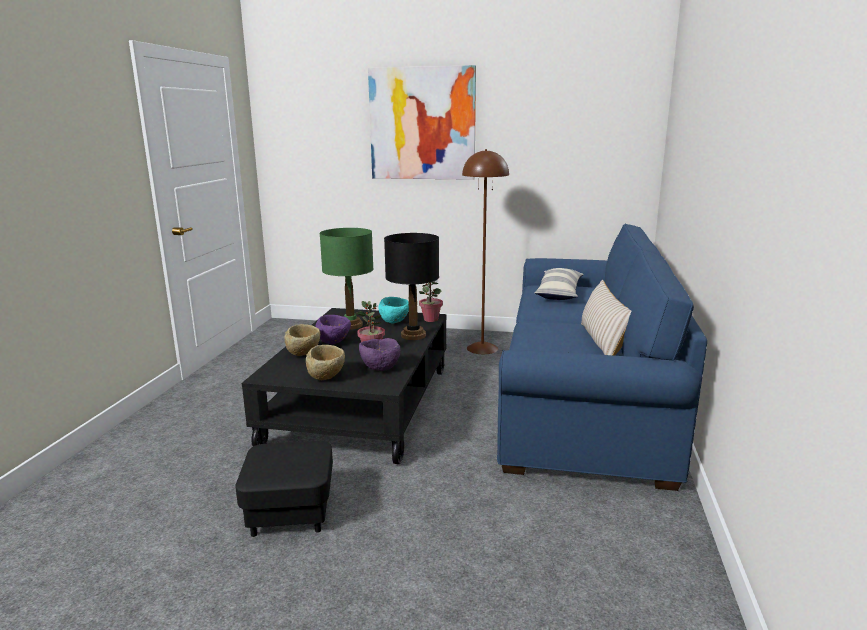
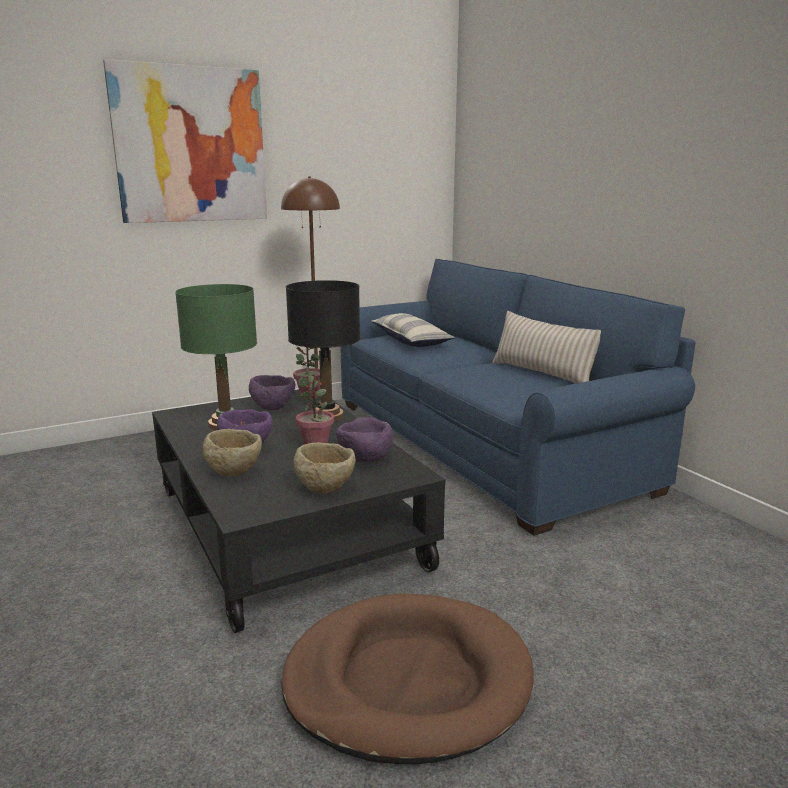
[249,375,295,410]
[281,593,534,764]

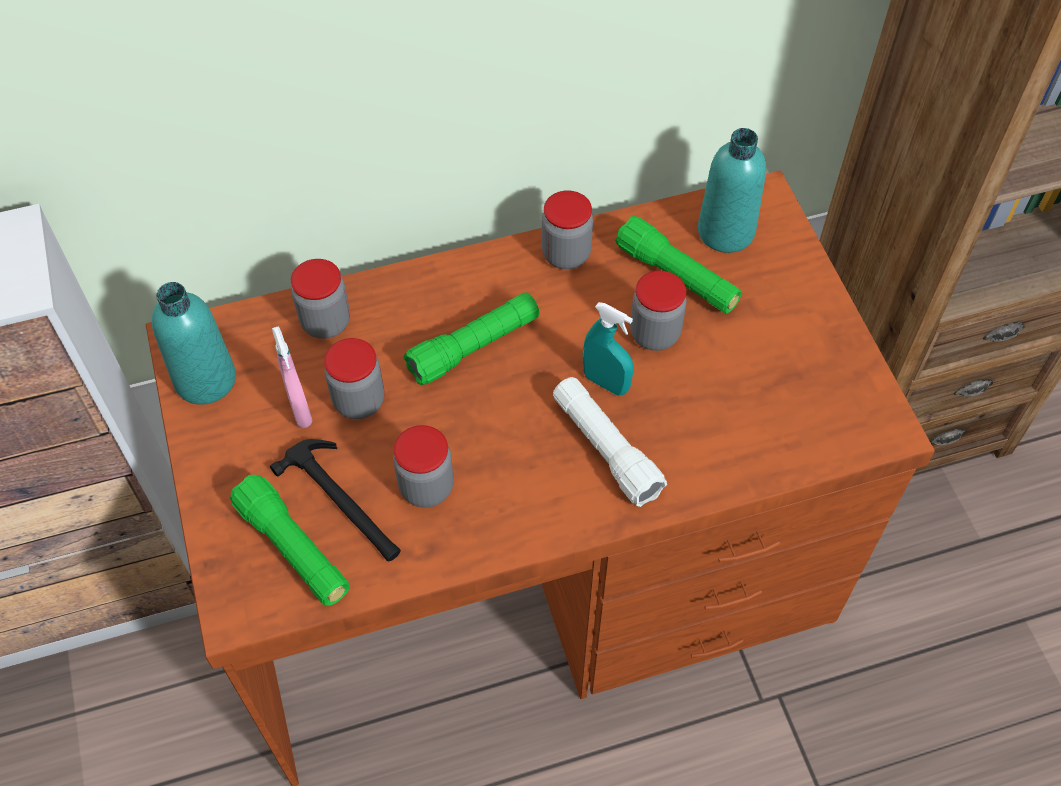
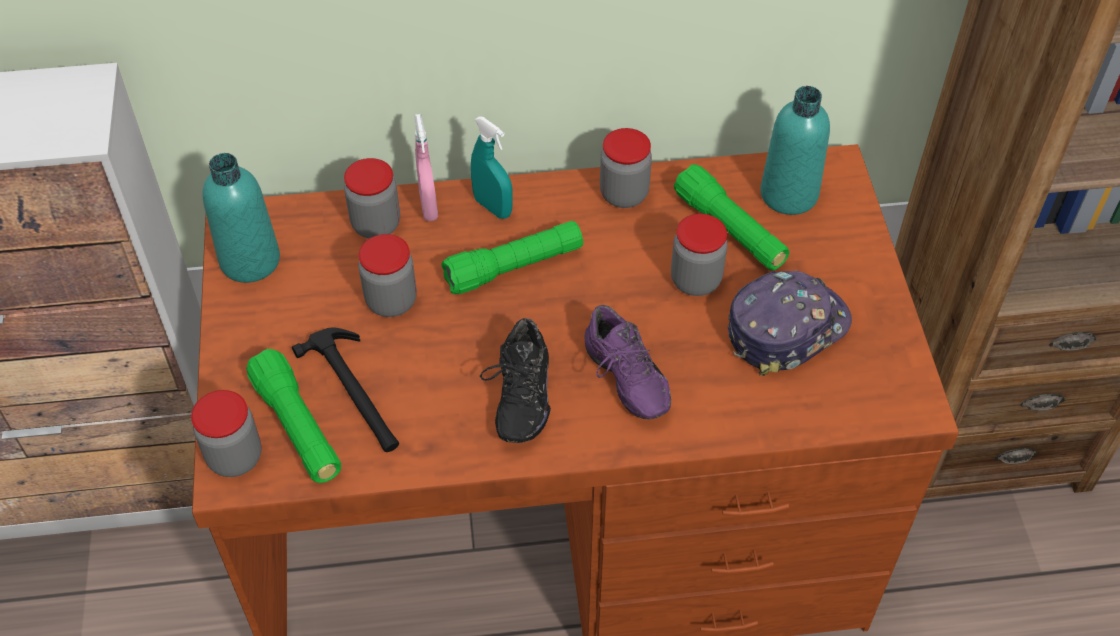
[191,390,261,477]
[415,114,438,221]
[471,116,513,219]
[480,318,551,443]
[585,305,671,419]
[727,270,852,376]

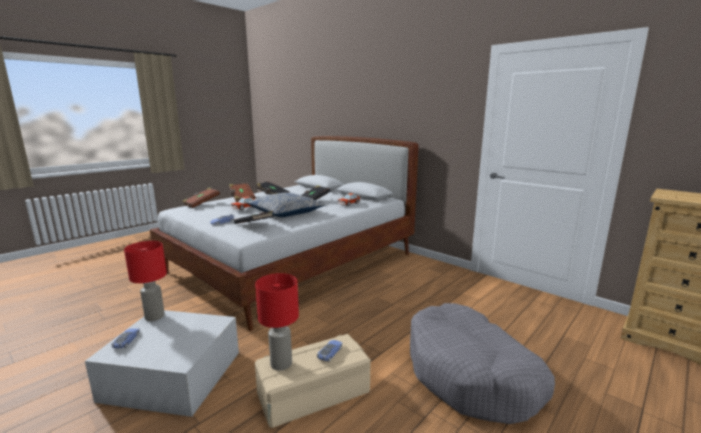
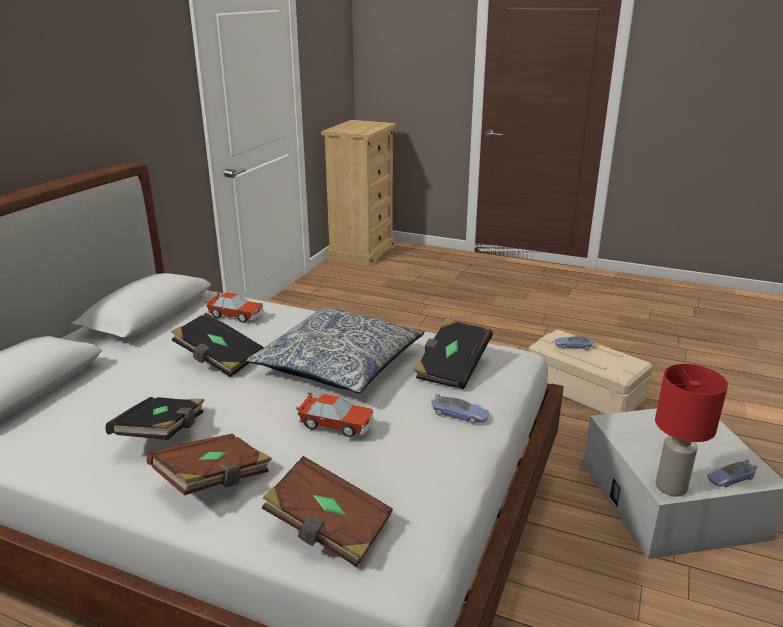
[255,273,299,371] (first image)
[410,303,555,424] (first image)

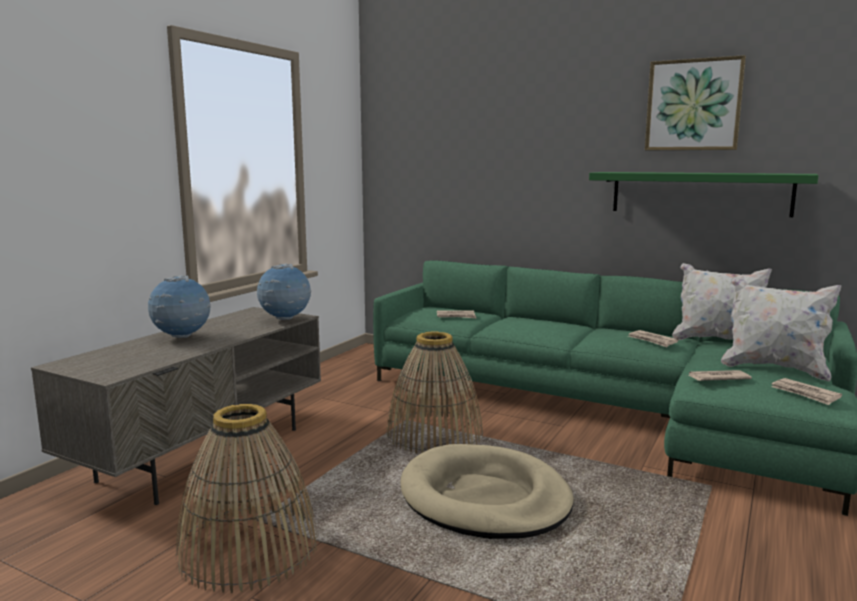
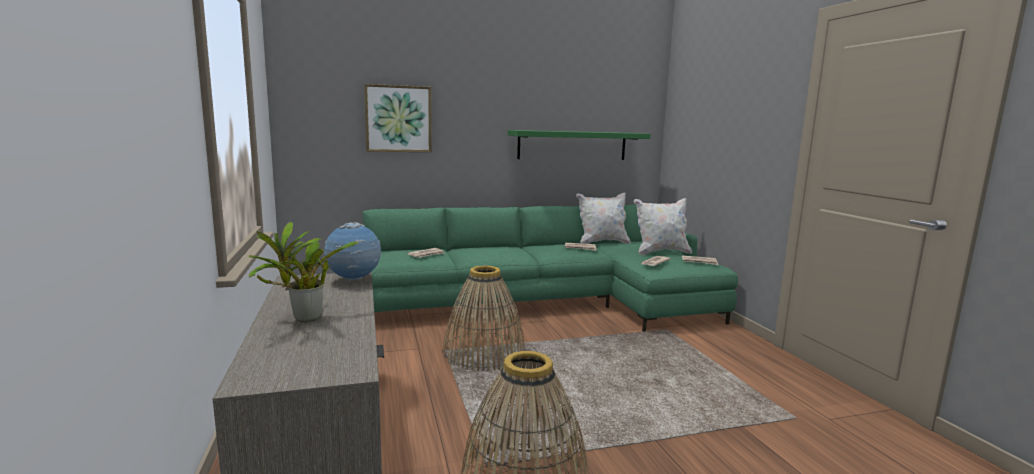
[248,222,358,322]
[364,84,432,152]
[400,444,574,539] (first image)

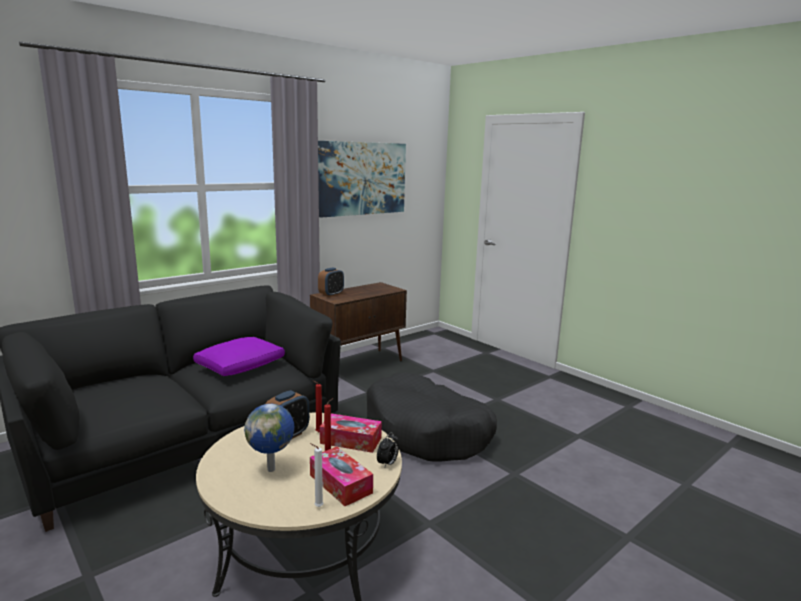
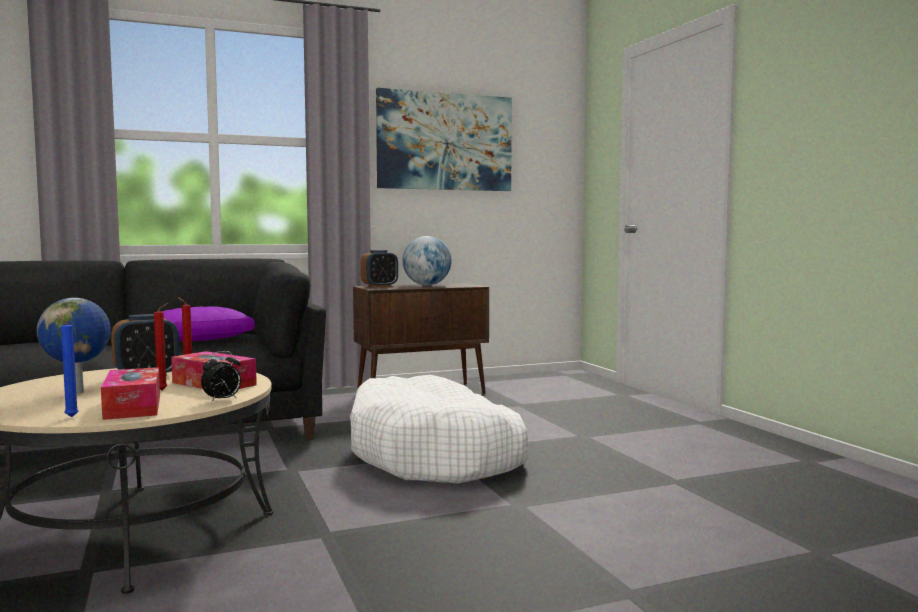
[56,315,79,417]
[350,375,528,483]
[403,236,452,285]

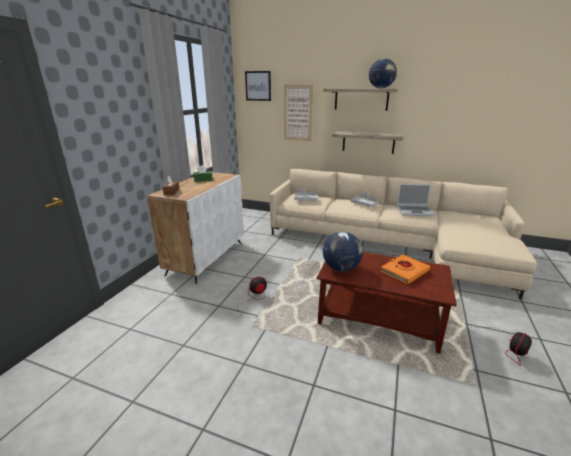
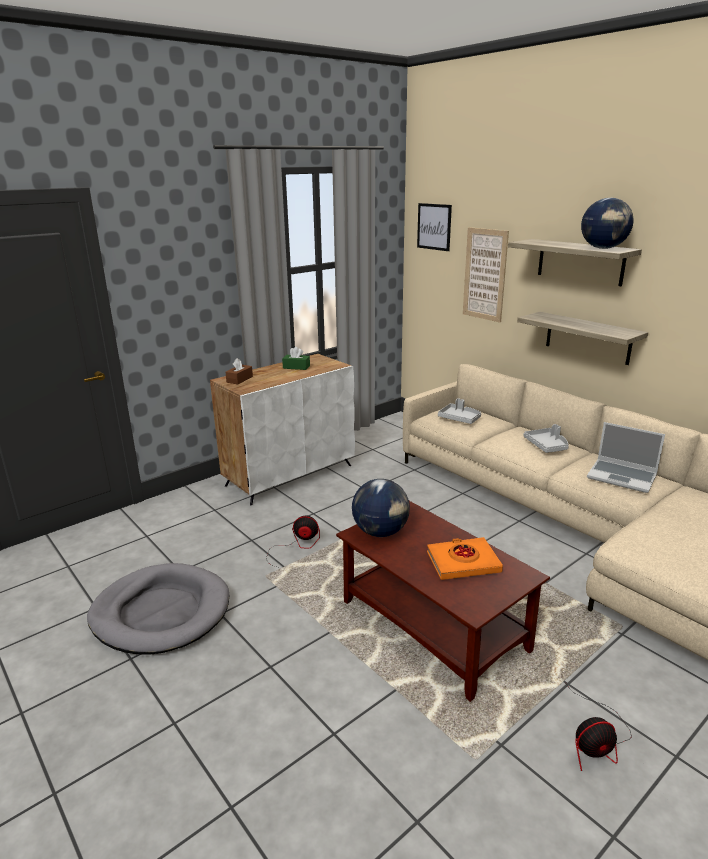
[87,563,229,655]

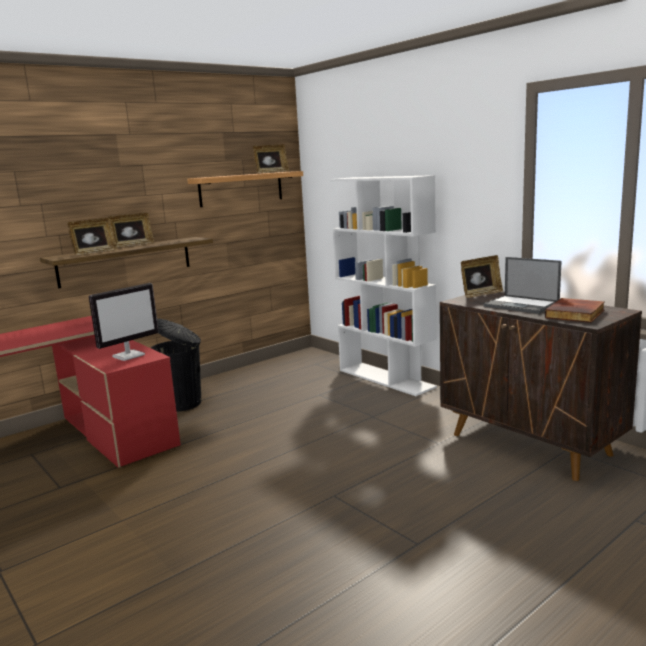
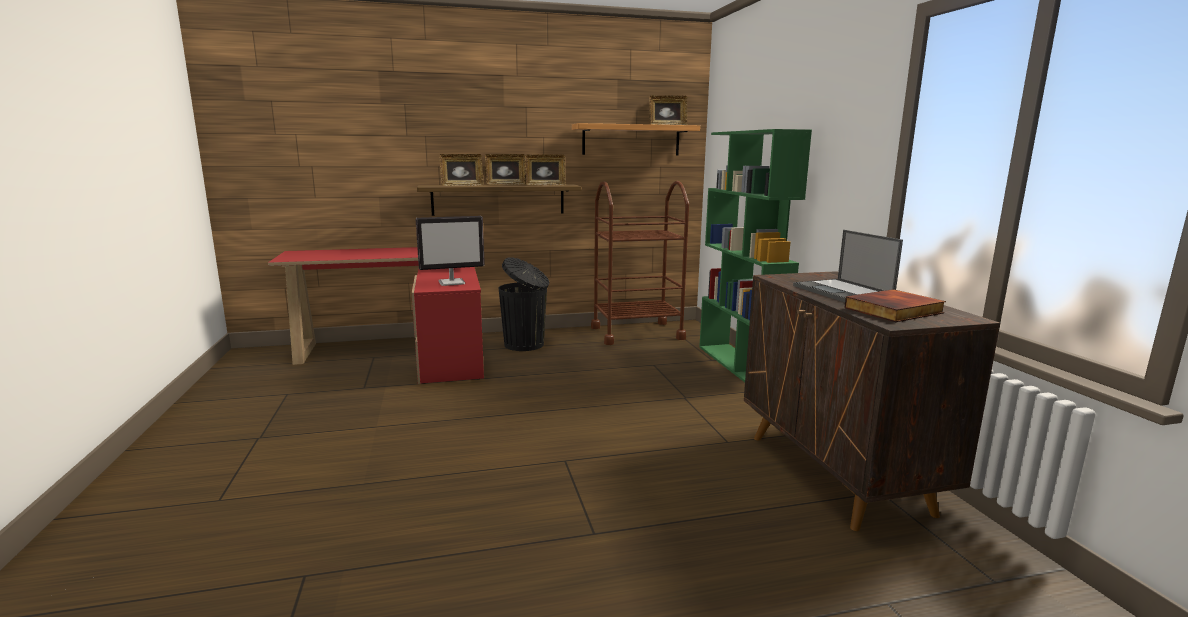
[525,154,566,186]
[591,181,689,345]
[699,129,812,382]

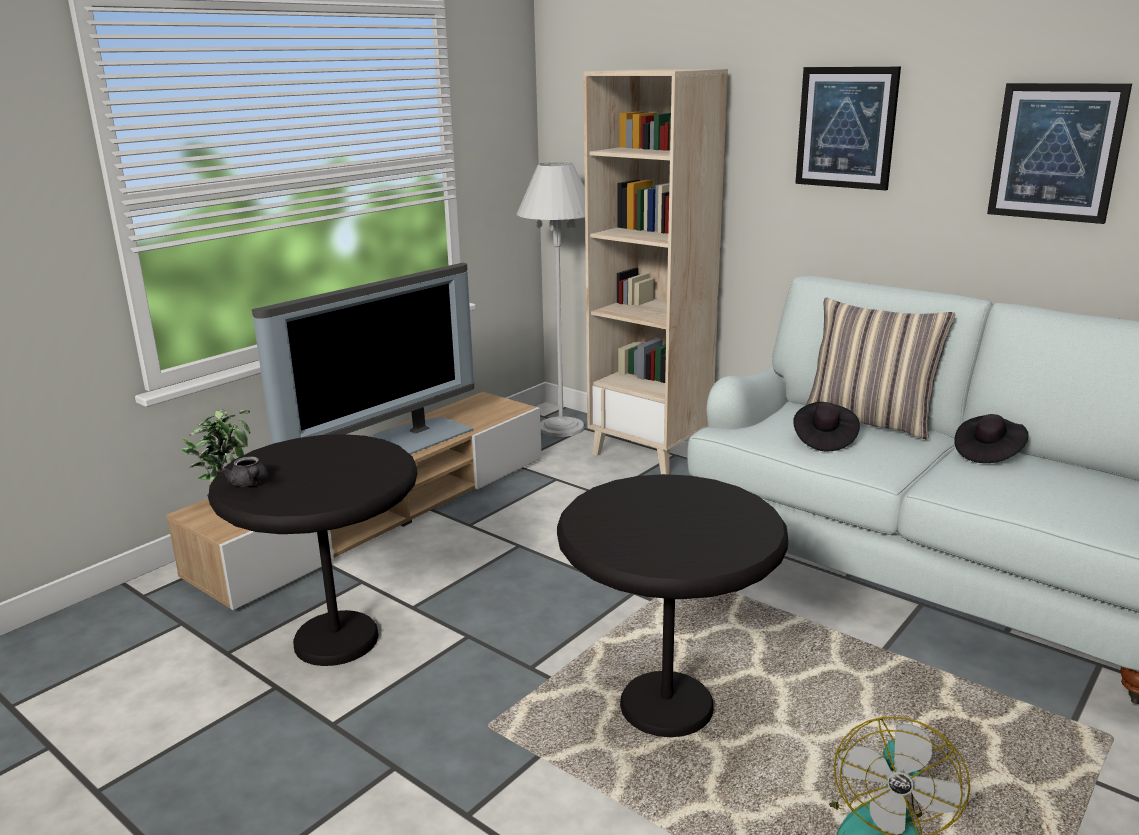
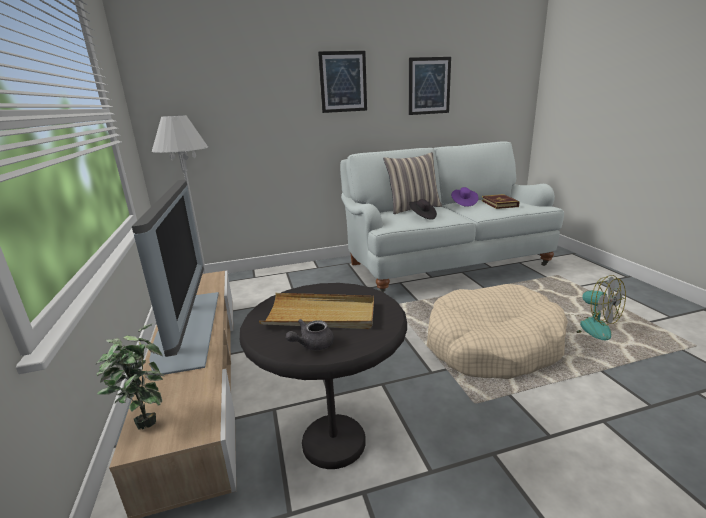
[259,293,374,329]
[286,319,334,350]
[427,284,568,379]
[451,187,479,207]
[482,194,520,209]
[583,69,728,475] (first image)

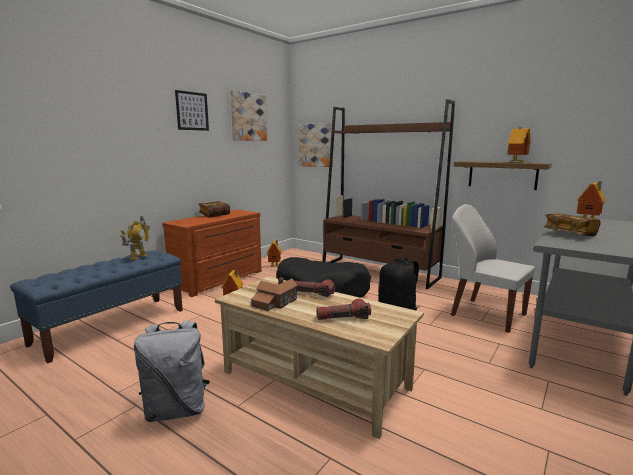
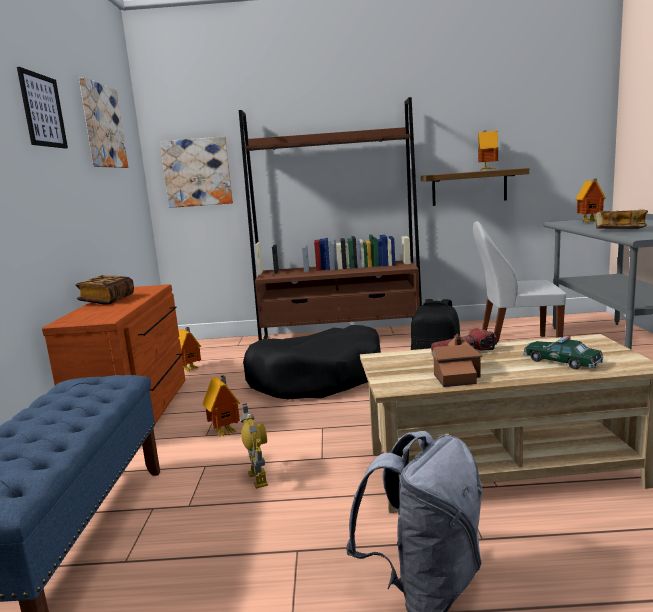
[241,403,268,489]
[523,335,604,369]

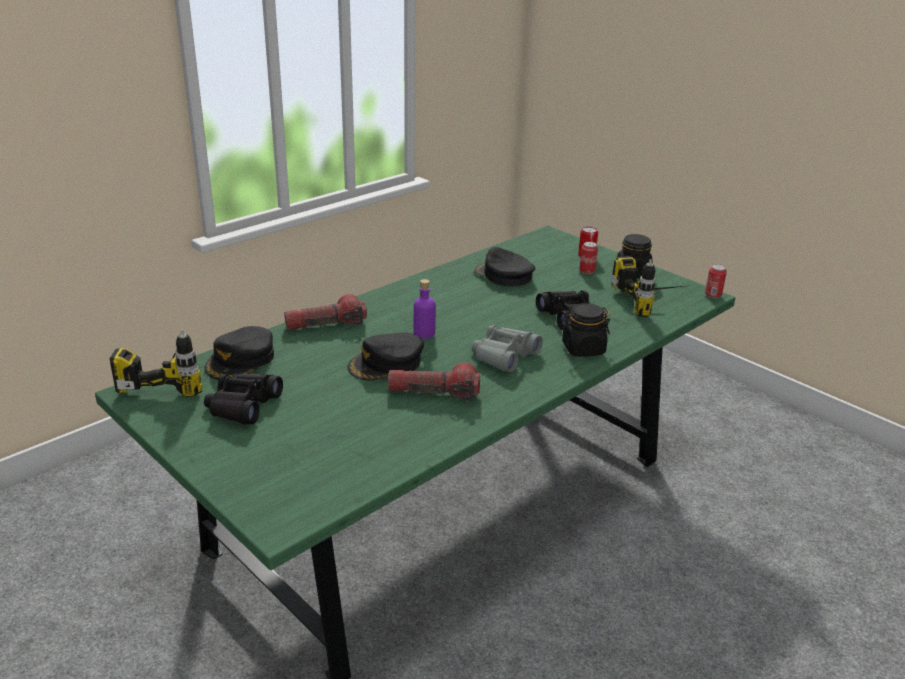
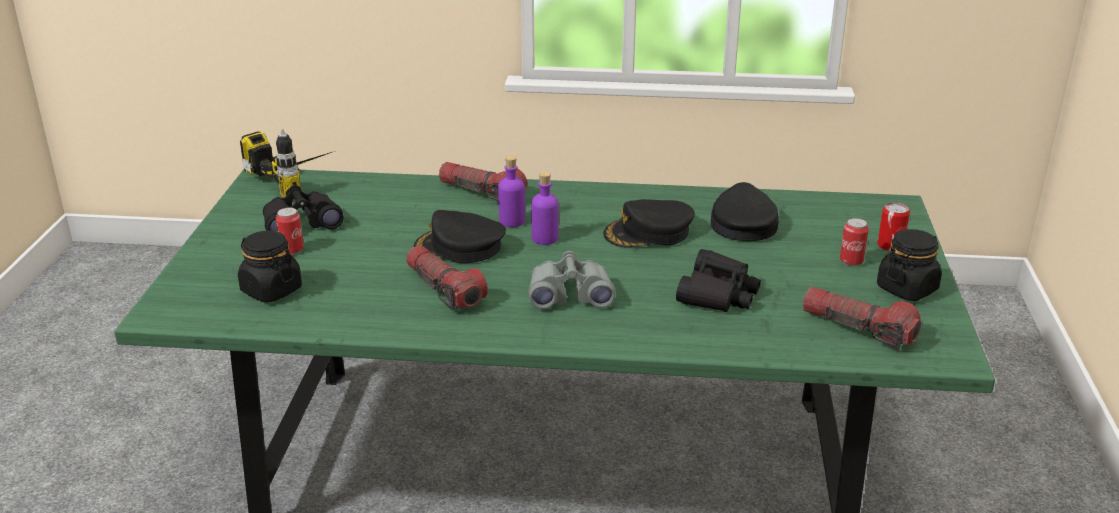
[238,230,302,303]
[276,207,304,255]
[498,156,525,227]
[603,199,695,247]
[803,287,921,350]

